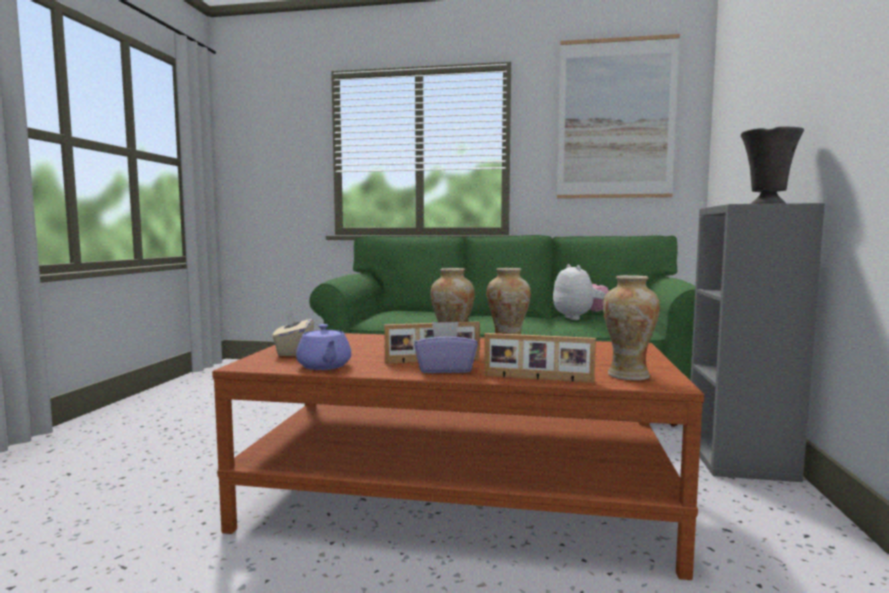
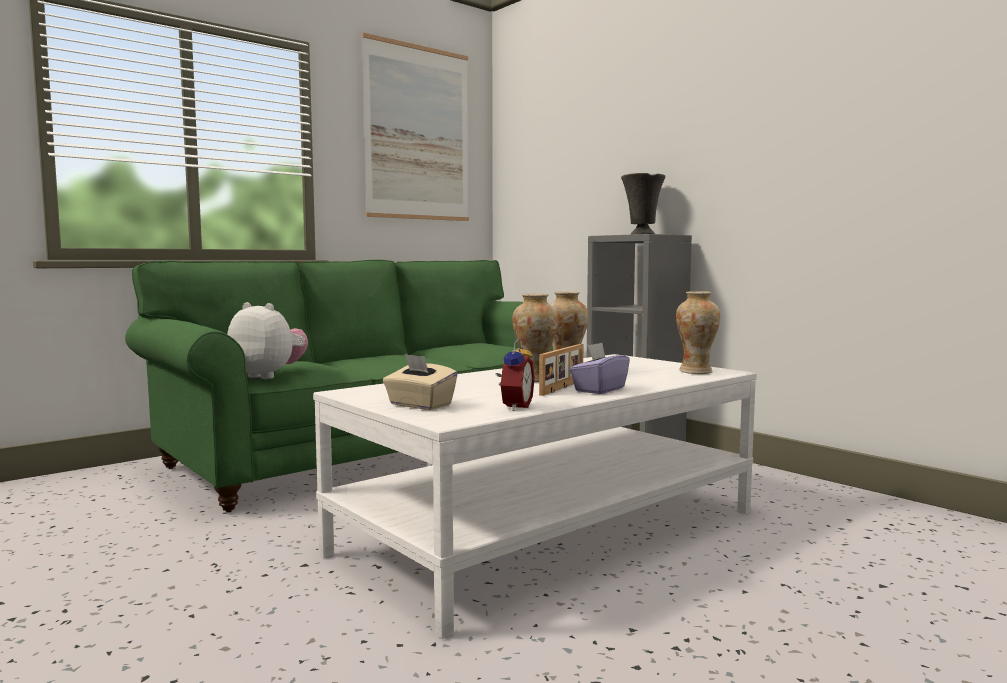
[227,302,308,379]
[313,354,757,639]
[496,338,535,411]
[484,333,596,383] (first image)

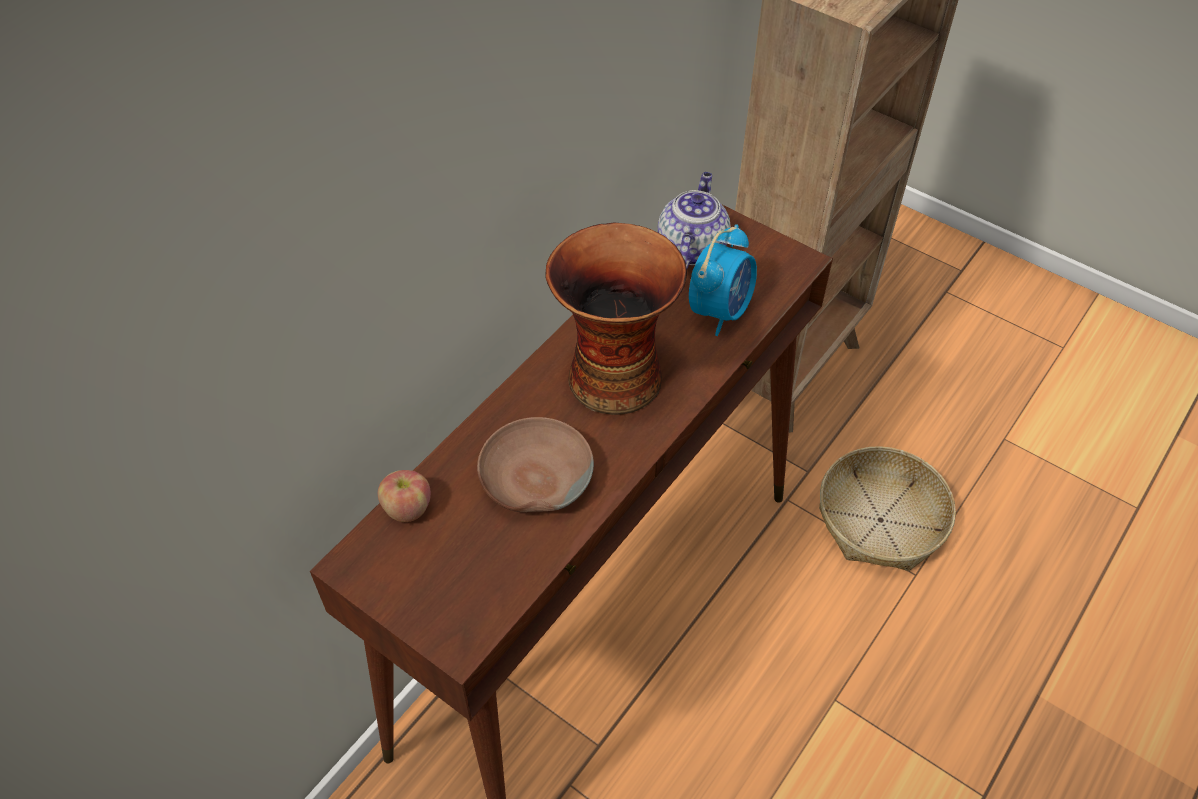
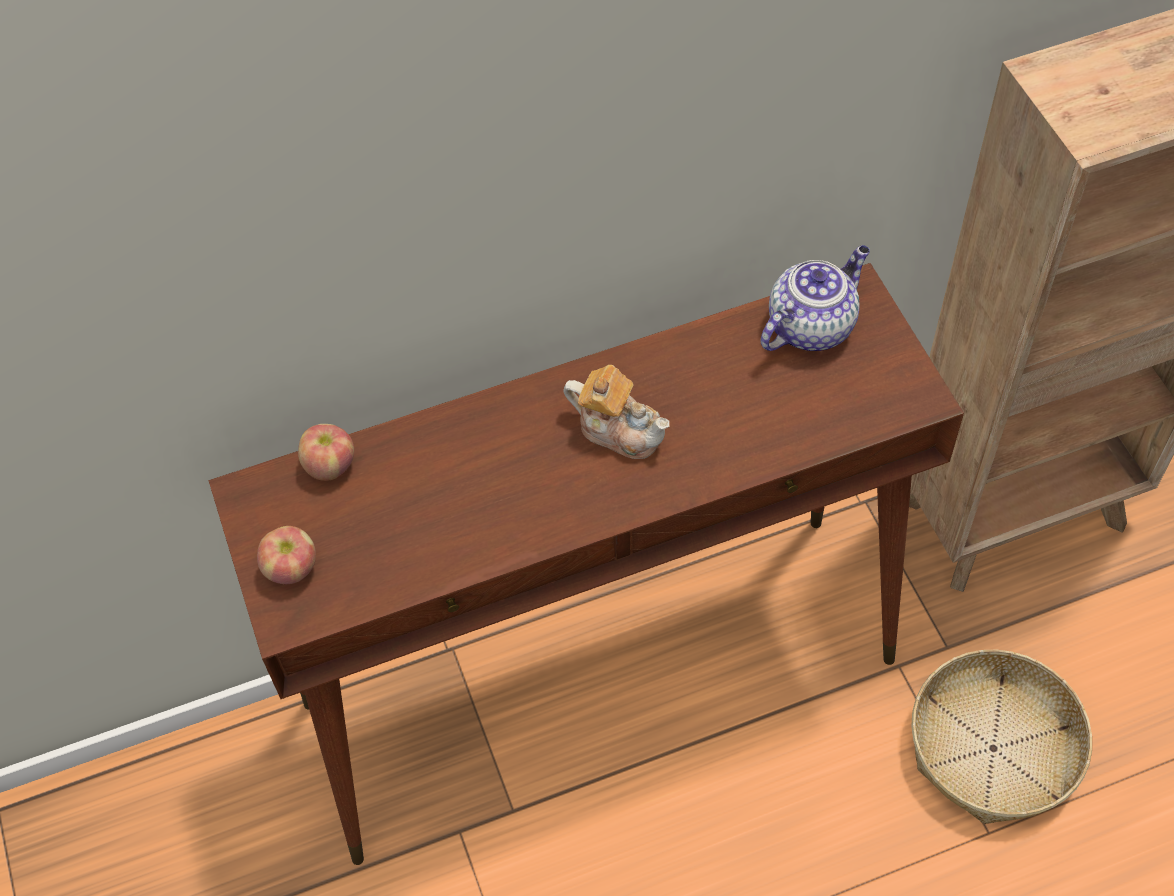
[257,526,316,584]
[563,365,670,459]
[477,417,594,512] (first image)
[689,224,757,336] (first image)

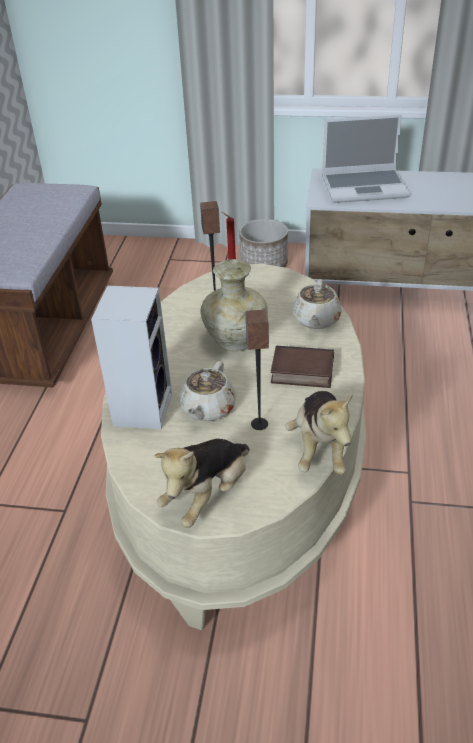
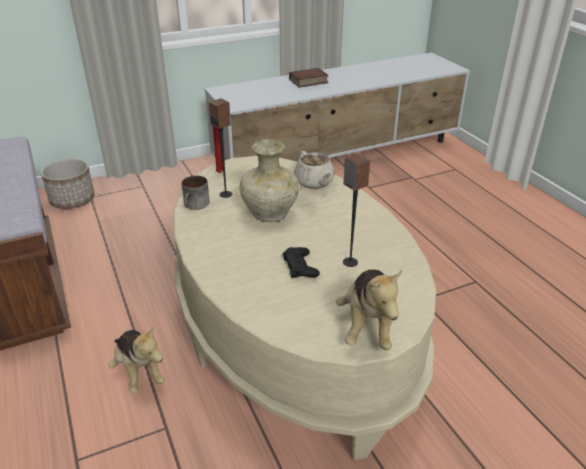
[41,159,95,209]
[109,326,165,393]
[182,175,210,210]
[283,247,320,278]
[289,68,328,88]
[91,285,172,429] (first image)
[322,114,410,203] (first image)

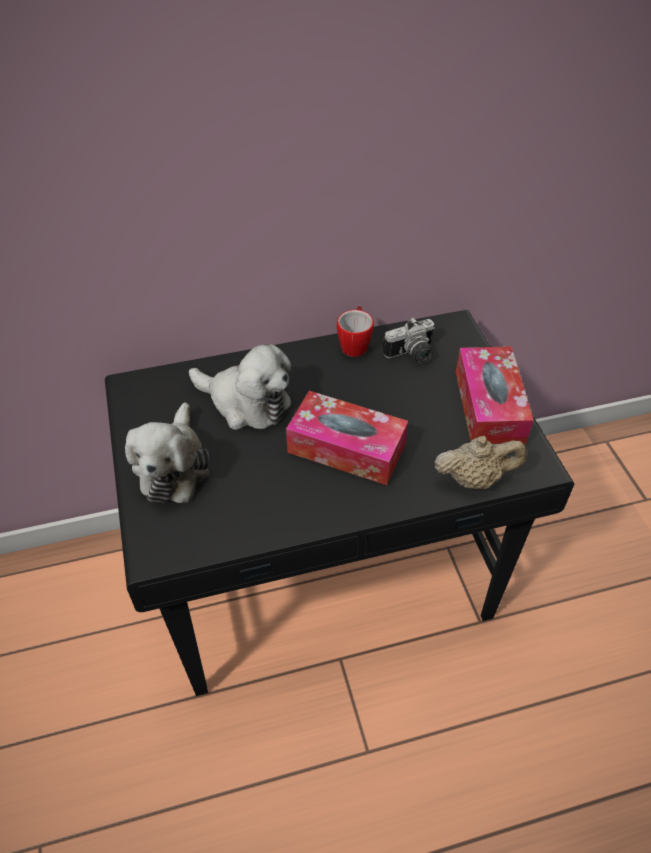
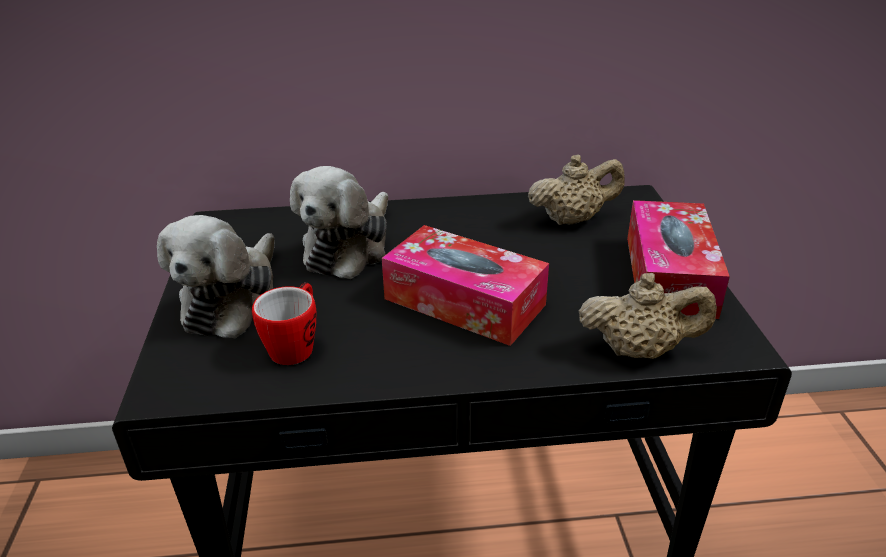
[252,282,316,365]
[290,166,388,279]
[528,154,625,225]

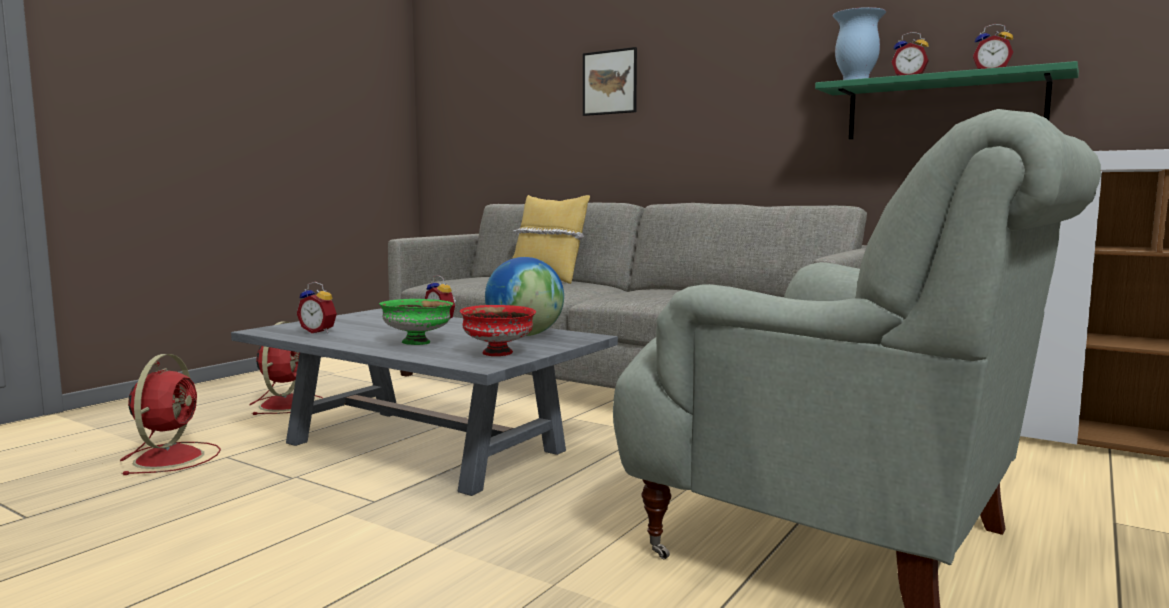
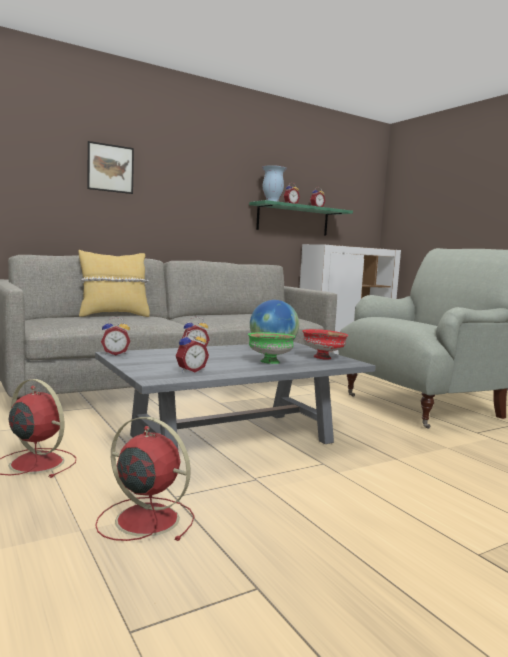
[101,317,130,356]

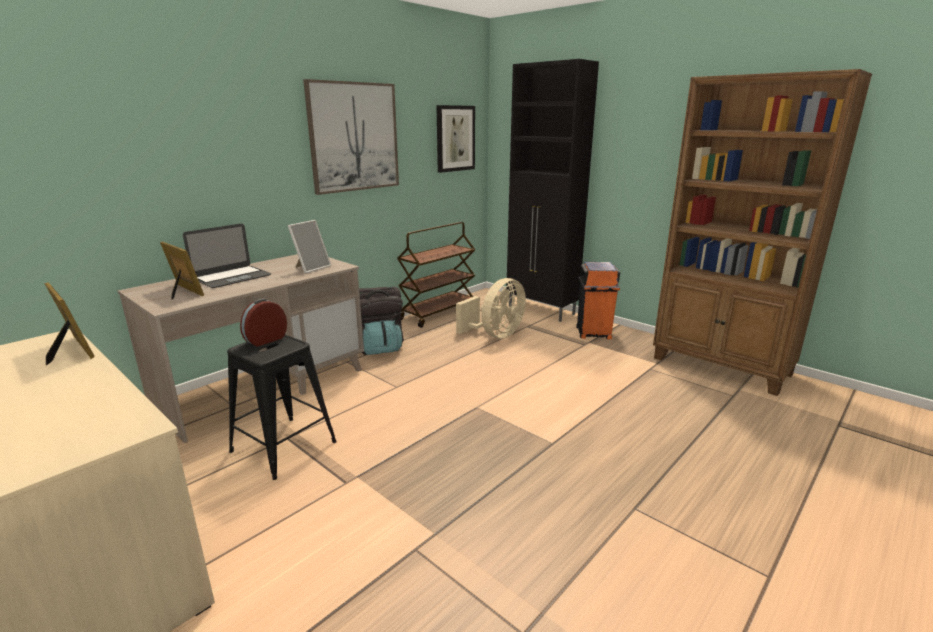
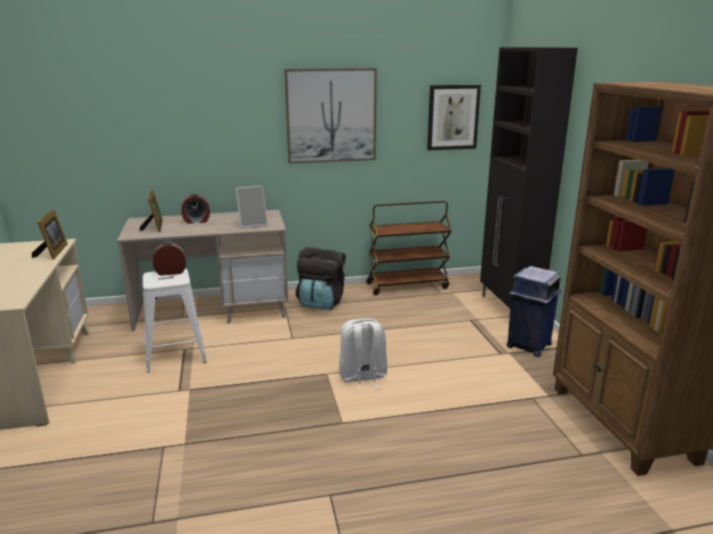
[143,269,207,372]
[181,194,210,224]
[339,318,387,392]
[507,266,561,357]
[456,278,526,339] (first image)

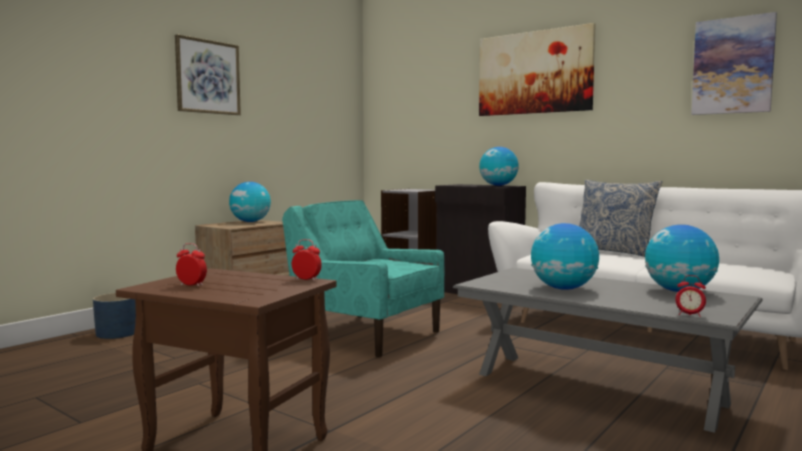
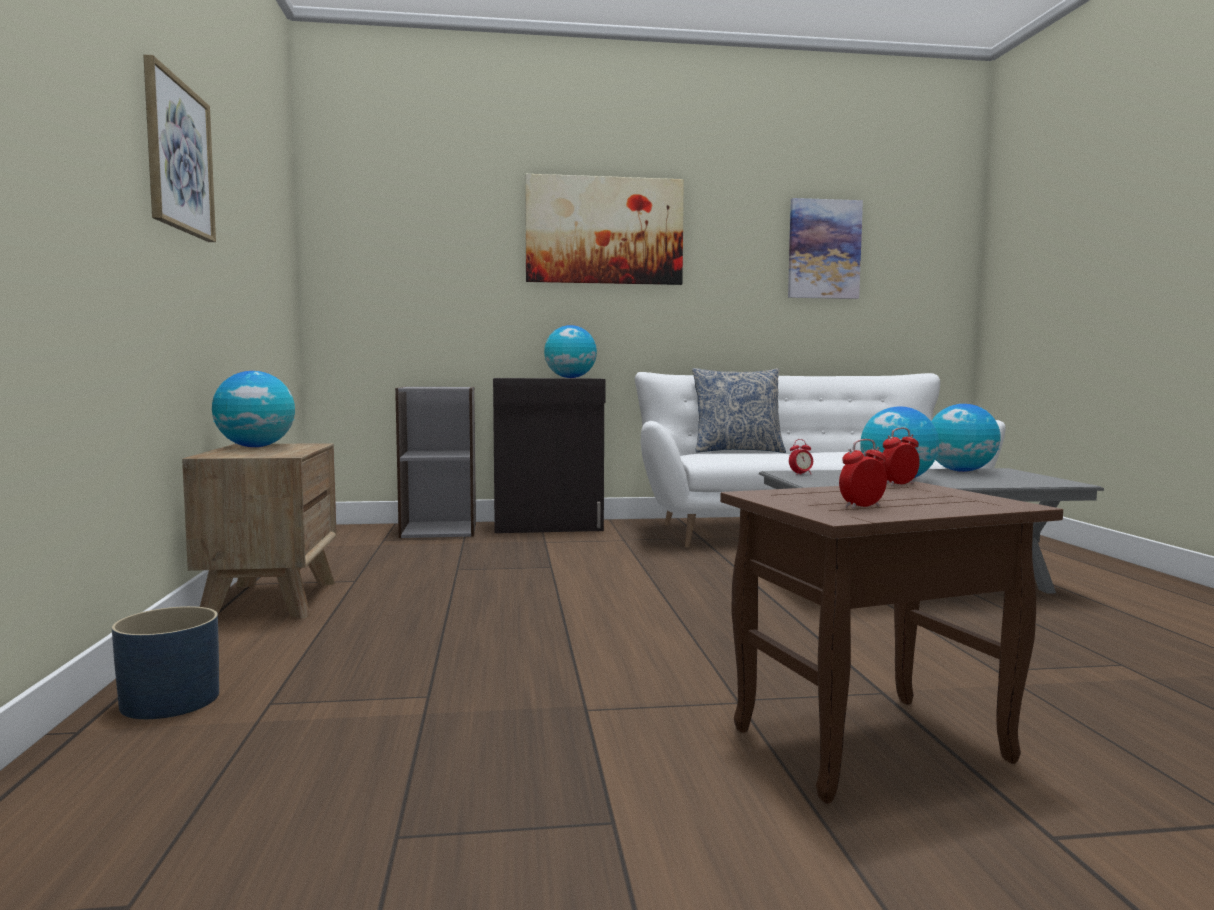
[789,439,813,475]
[282,200,444,357] (first image)

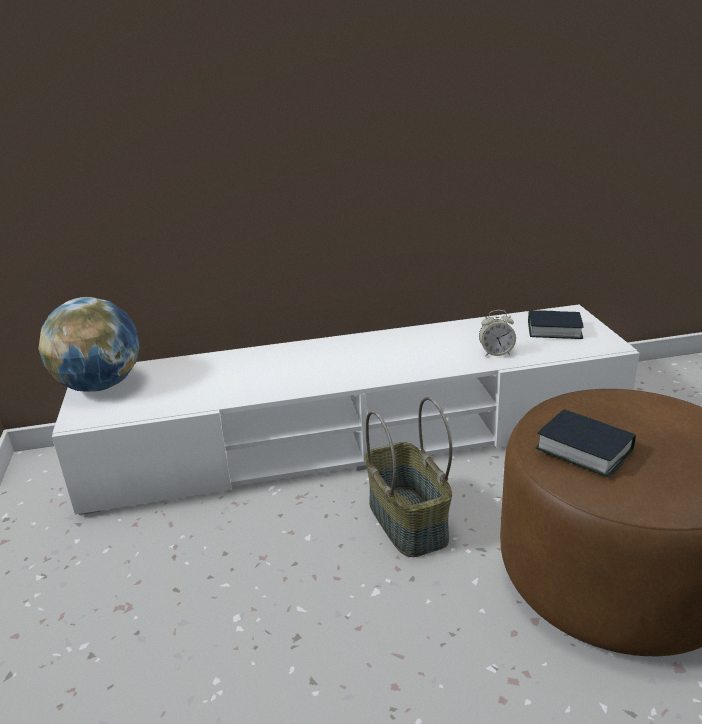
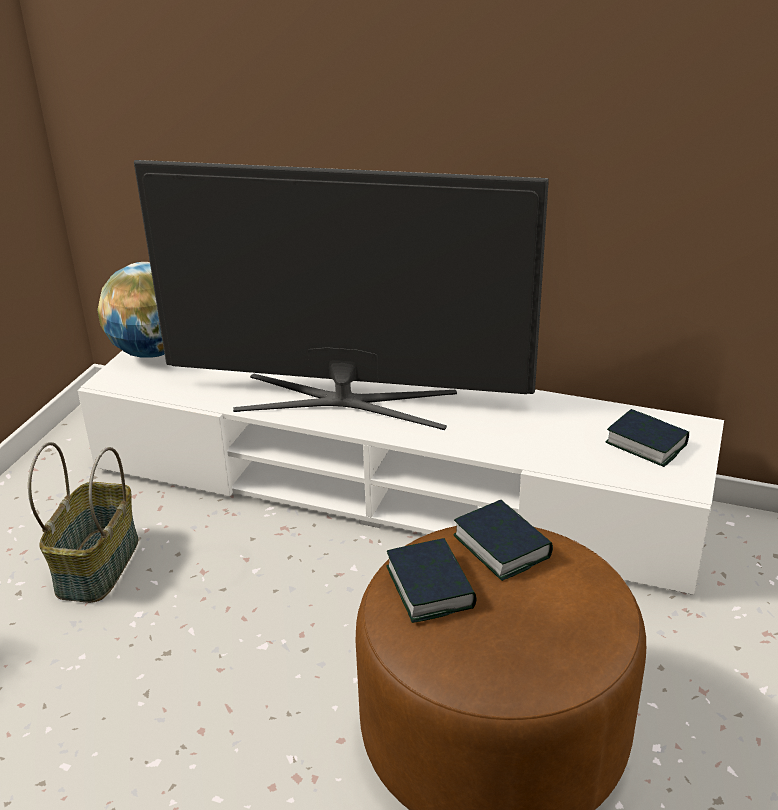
[28,442,139,603]
[134,160,549,430]
[454,500,553,581]
[479,310,516,356] (first image)

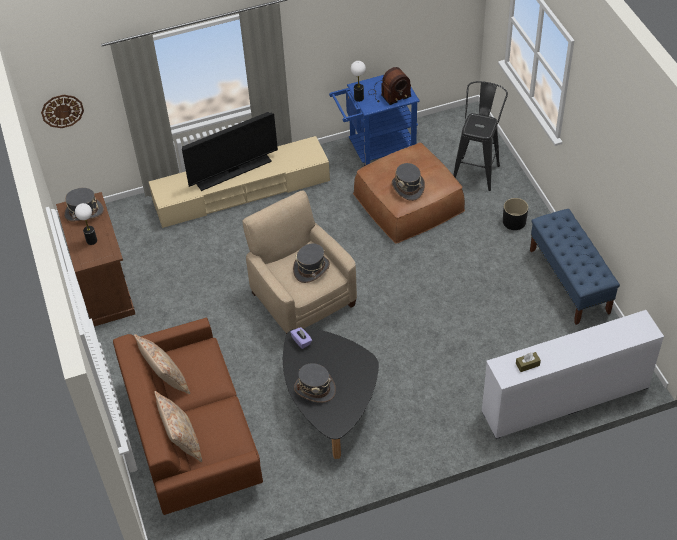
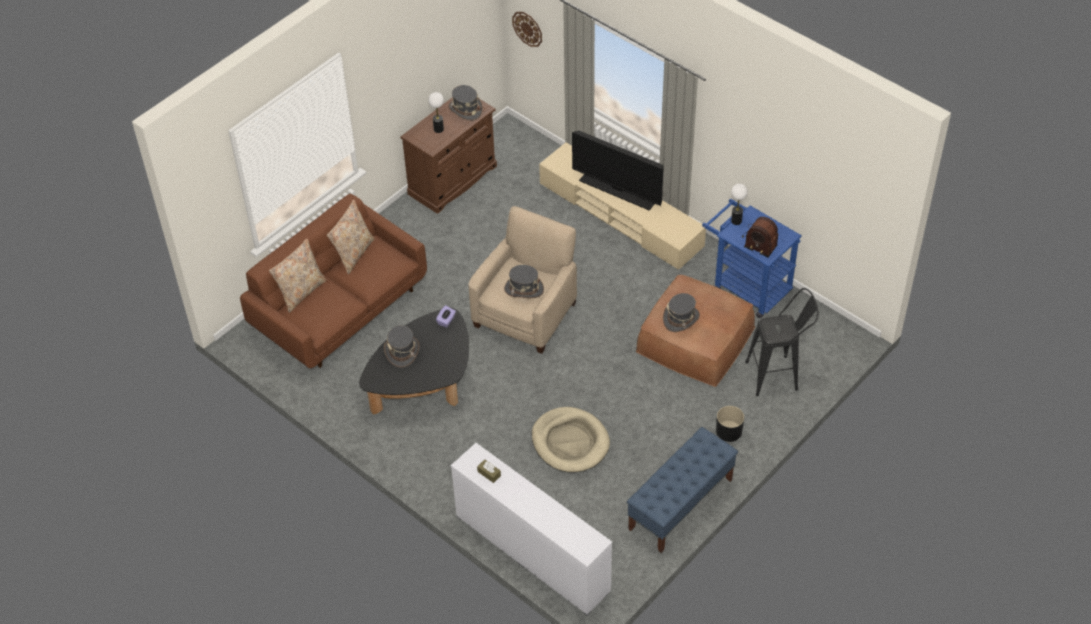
[532,407,610,473]

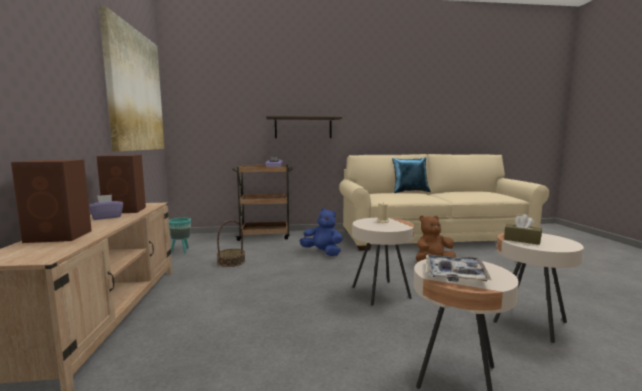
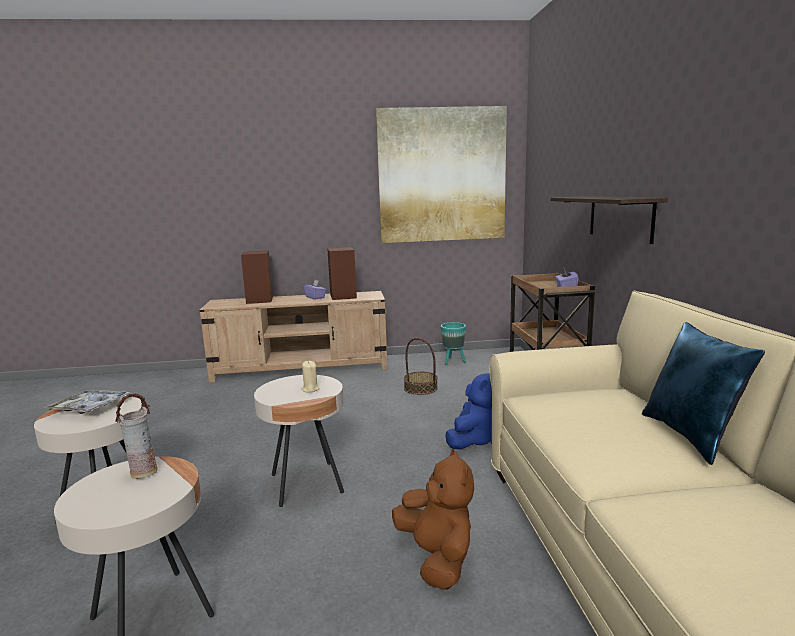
[115,393,158,479]

